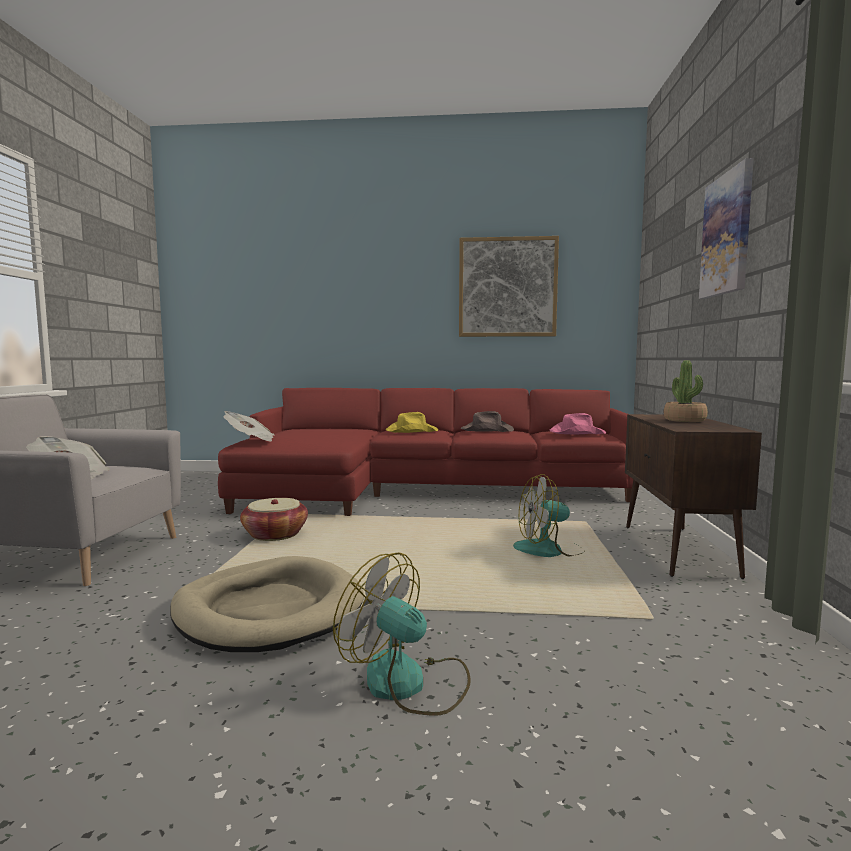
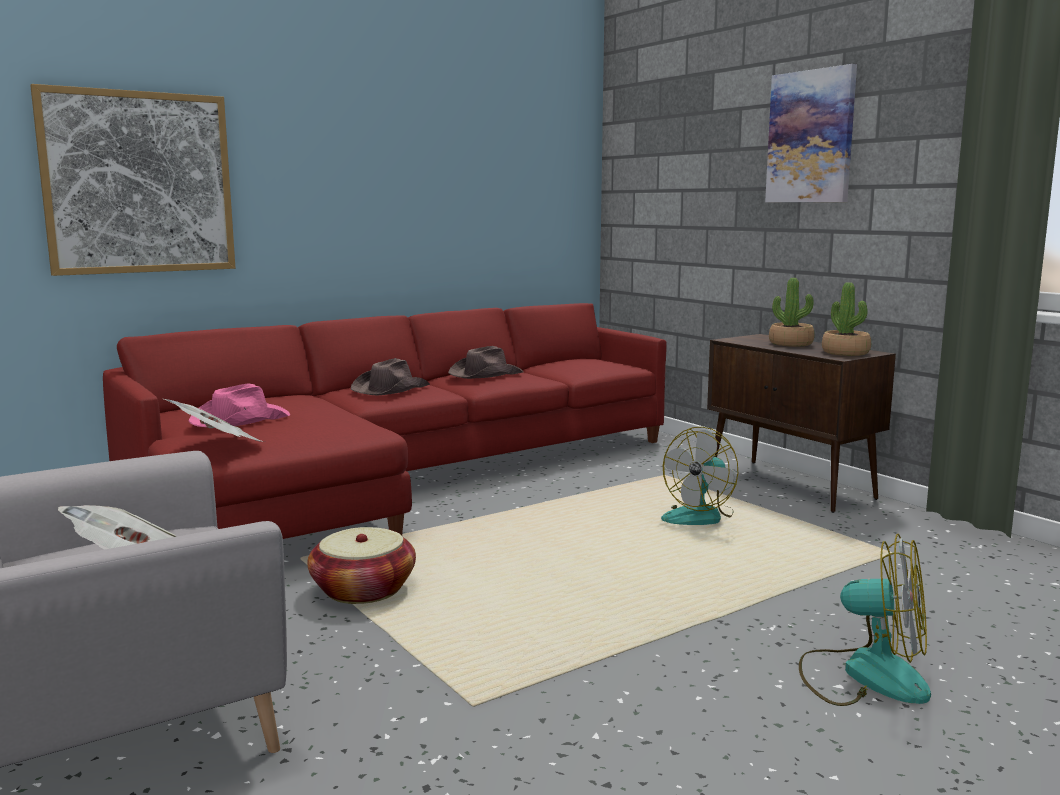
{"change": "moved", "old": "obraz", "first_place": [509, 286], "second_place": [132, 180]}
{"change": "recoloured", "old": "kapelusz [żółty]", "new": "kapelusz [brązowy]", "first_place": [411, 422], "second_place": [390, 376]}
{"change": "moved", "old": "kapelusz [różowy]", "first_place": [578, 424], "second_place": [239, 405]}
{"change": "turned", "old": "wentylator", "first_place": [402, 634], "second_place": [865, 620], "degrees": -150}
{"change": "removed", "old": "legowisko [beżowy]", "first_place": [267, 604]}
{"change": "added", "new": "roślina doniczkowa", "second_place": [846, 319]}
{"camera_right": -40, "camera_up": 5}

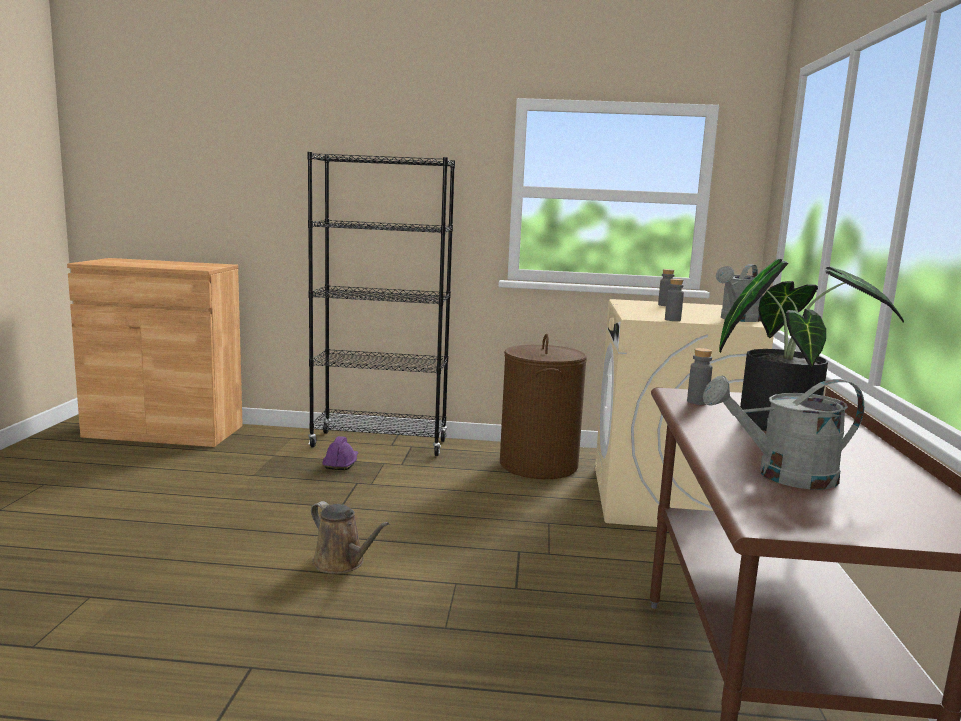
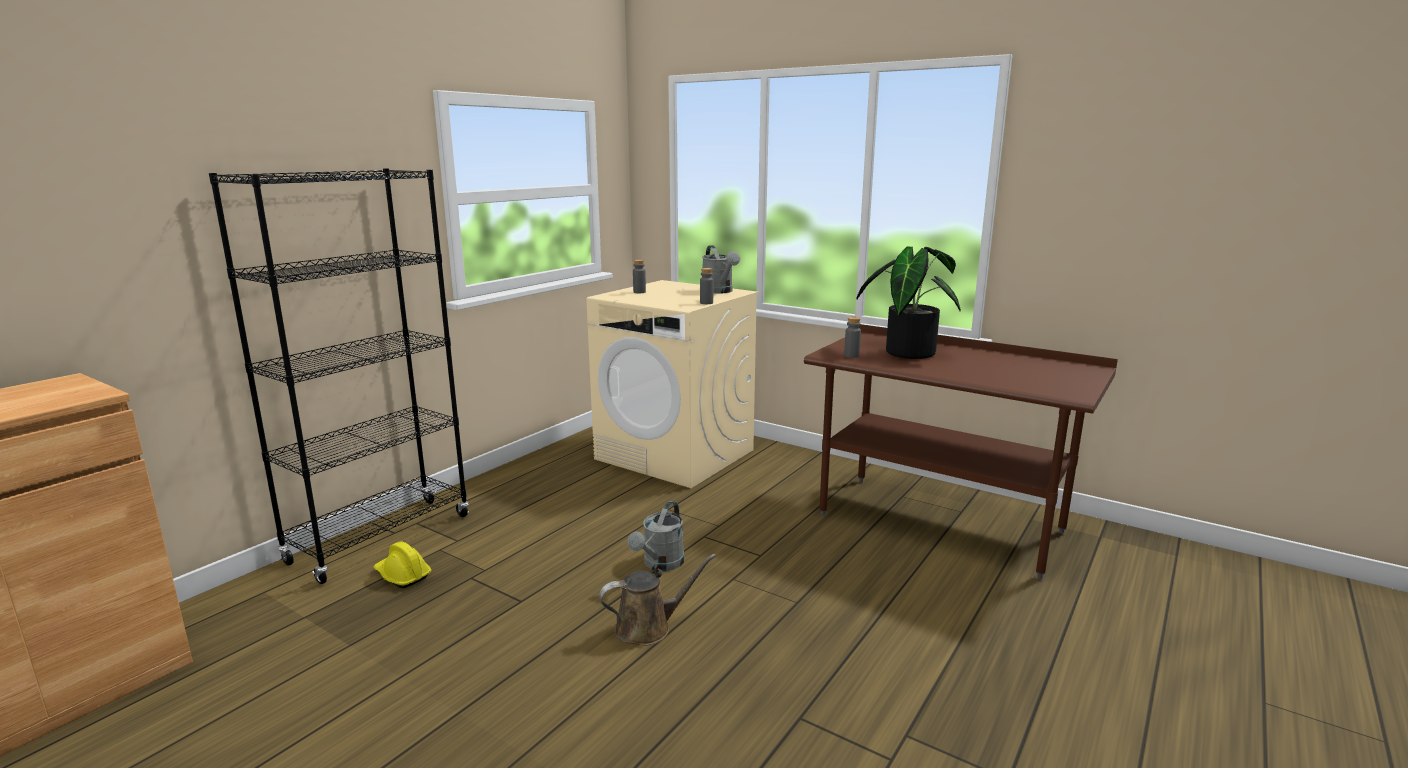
{"change": "removed", "old": "kosz na pranie [brązowy]", "first_place": [543, 406]}
{"change": "moved", "old": "konewka [szary]", "first_place": [783, 433], "second_place": [656, 536]}
{"change": "recoloured", "old": "kask [fioletowy]", "new": "kask [żółty]", "first_place": [340, 453], "second_place": [403, 565]}
{"camera_right": -60, "camera_up": 5}

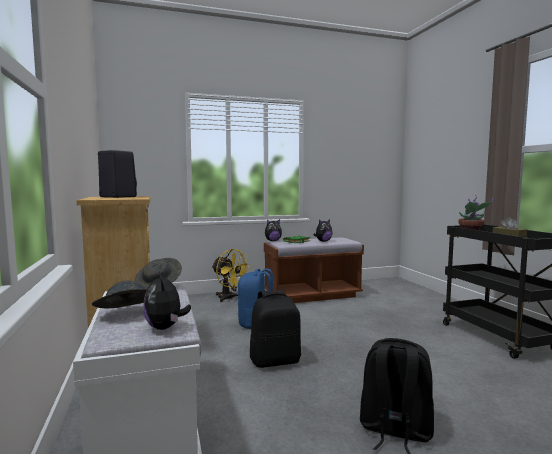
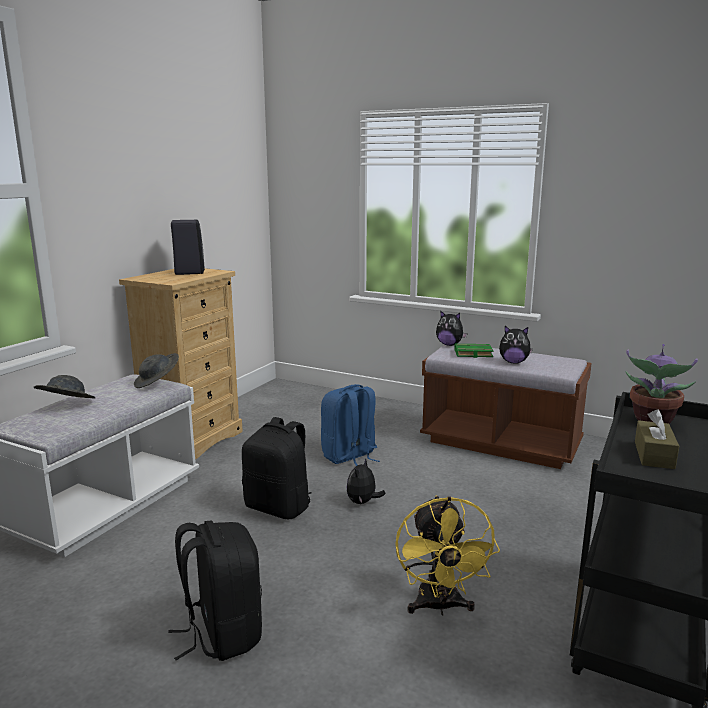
{"change": "moved", "old": "wentylator [żółty]", "first_place": [231, 275], "second_place": [447, 556]}
{"change": "moved", "old": "pluszak", "first_place": [167, 301], "second_place": [366, 481]}
{"camera_right": 45, "camera_up": 10}

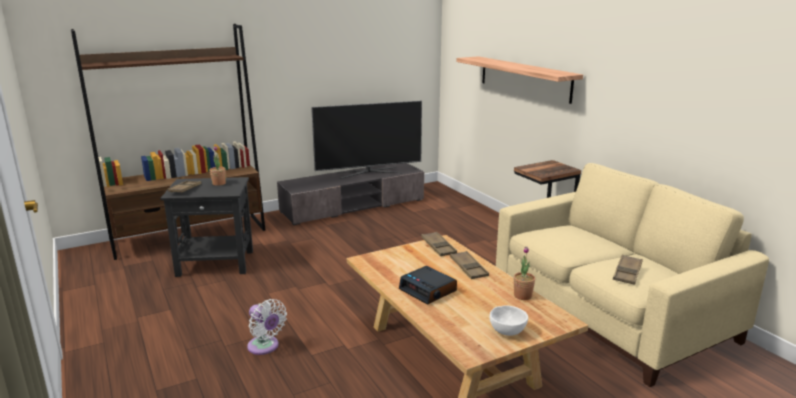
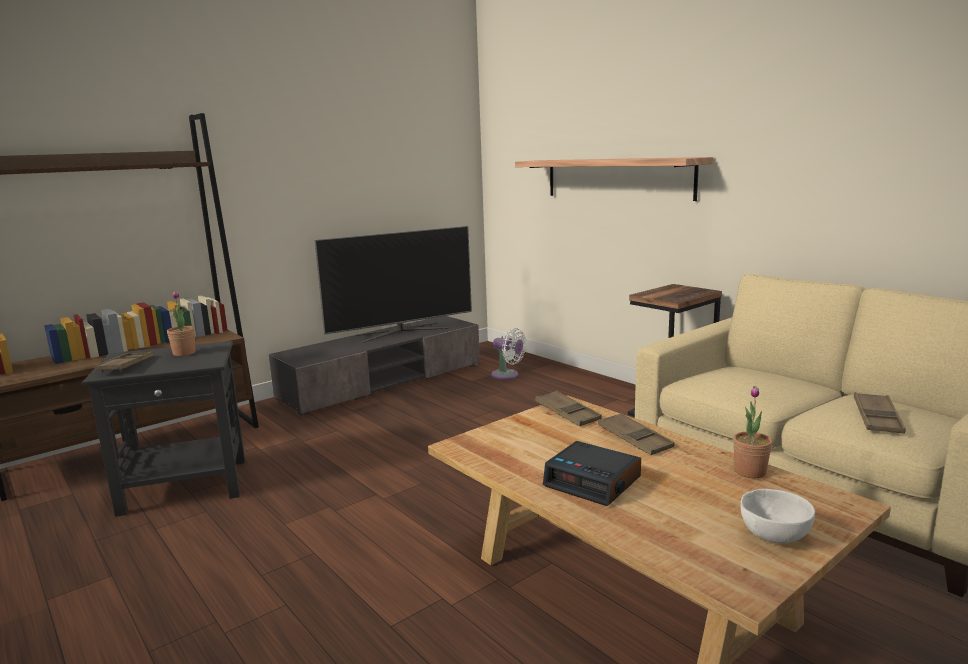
{"change": "moved", "old": "wentylator [biały]", "first_place": [267, 327], "second_place": [508, 354]}
{"camera_right": -10, "camera_up": -5}

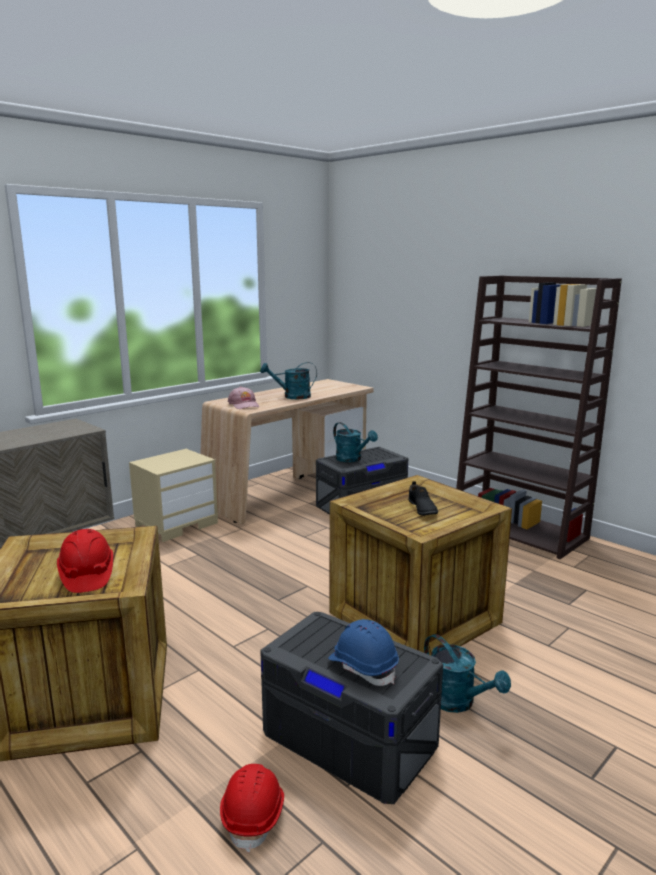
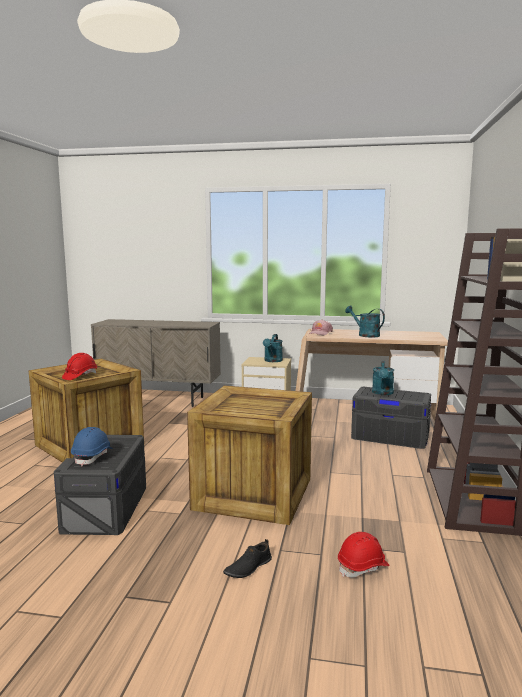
{"change": "moved", "old": "but [czarny]", "first_place": [423, 498], "second_place": [247, 558]}
{"change": "moved", "old": "konewka [turkusowy]", "first_place": [467, 673], "second_place": [273, 348]}
{"change": "moved", "old": "kask [czerwony]", "first_place": [252, 808], "second_place": [363, 555]}
{"camera_right": 55, "camera_up": -5}

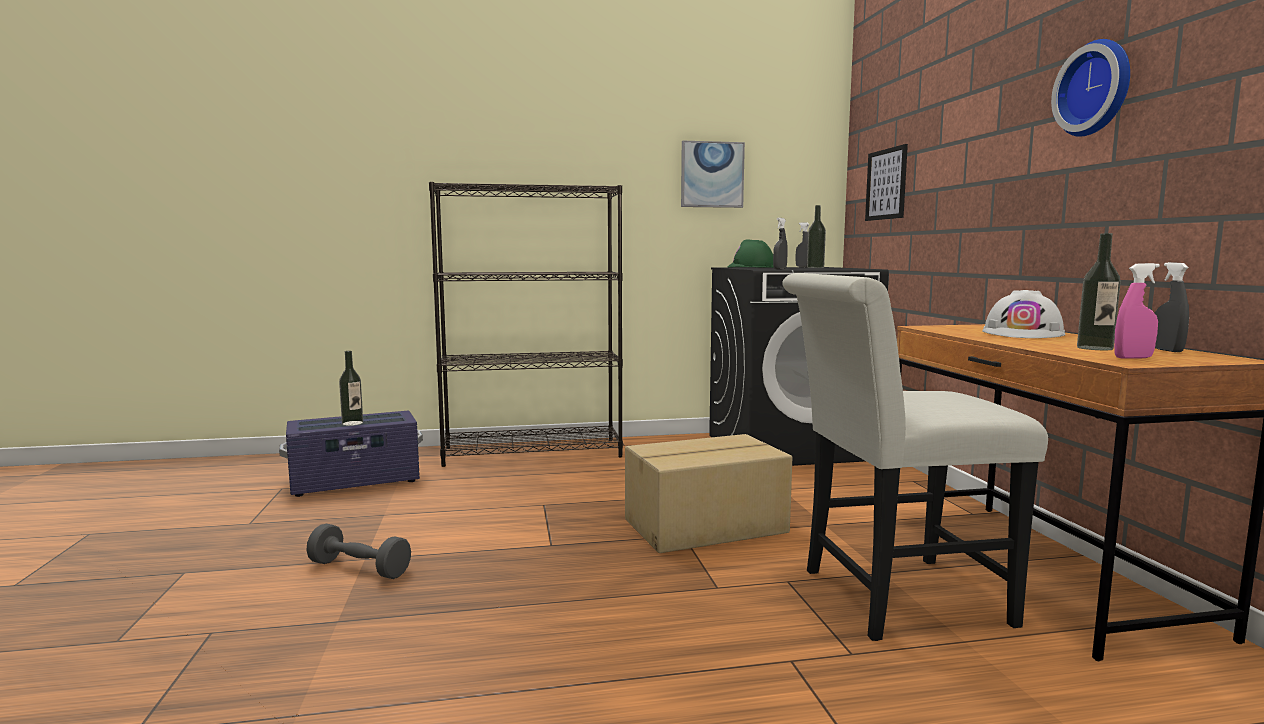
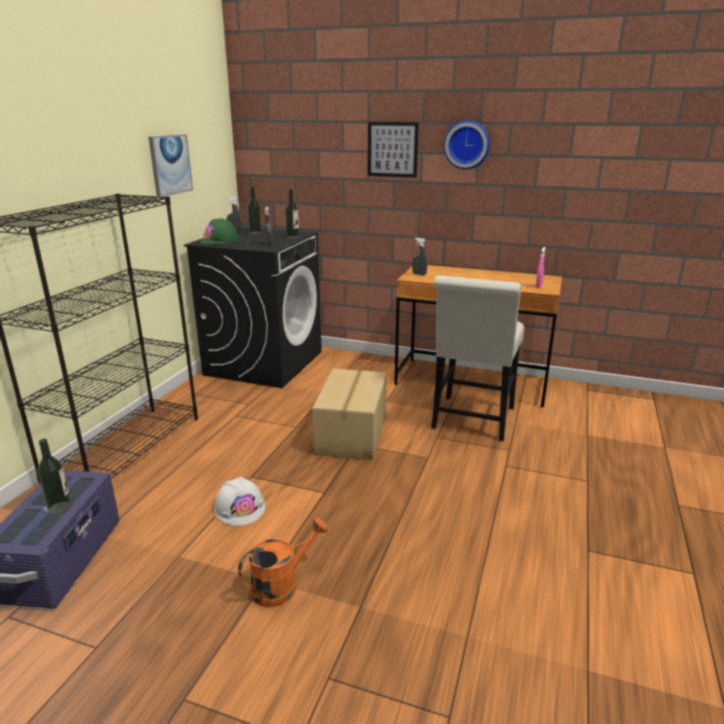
{"change": "moved", "old": "obraz", "first_place": [886, 182], "second_place": [393, 150]}
{"change": "moved", "old": "butelka", "first_place": [1099, 291], "second_place": [292, 214]}
{"change": "moved", "old": "spryskiwacz [szary]", "first_place": [1172, 307], "second_place": [420, 256]}
{"change": "moved", "old": "kask [biały]", "first_place": [1023, 314], "second_place": [240, 501]}
{"change": "replaced", "old": "hantel [szary]", "new": "konewka [pomarańczowy]", "first_place": [358, 551], "second_place": [283, 562]}
{"camera_right": -60, "camera_up": 15}

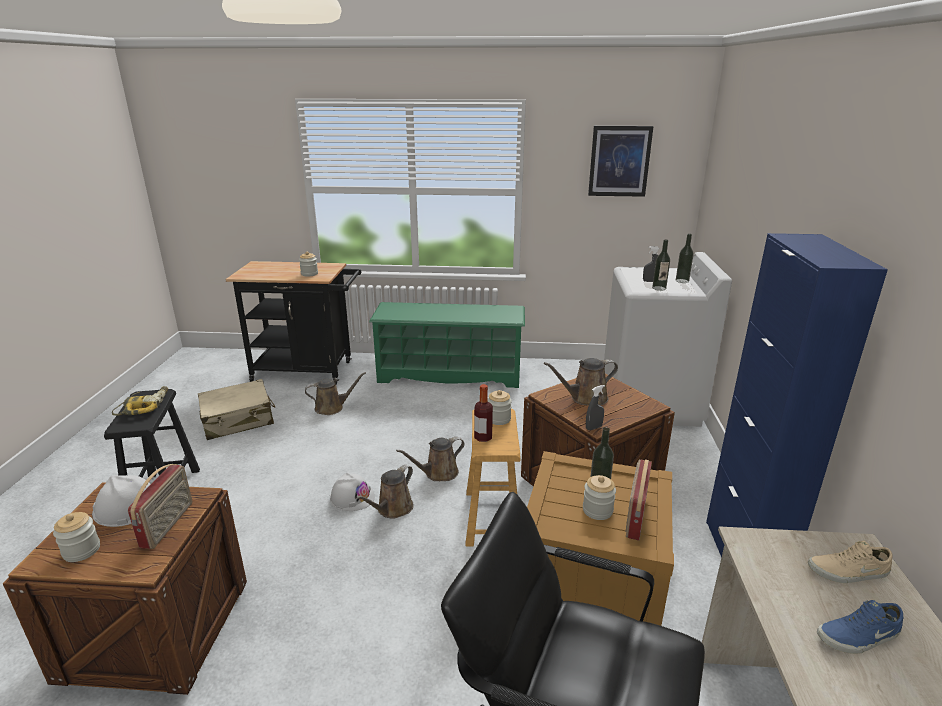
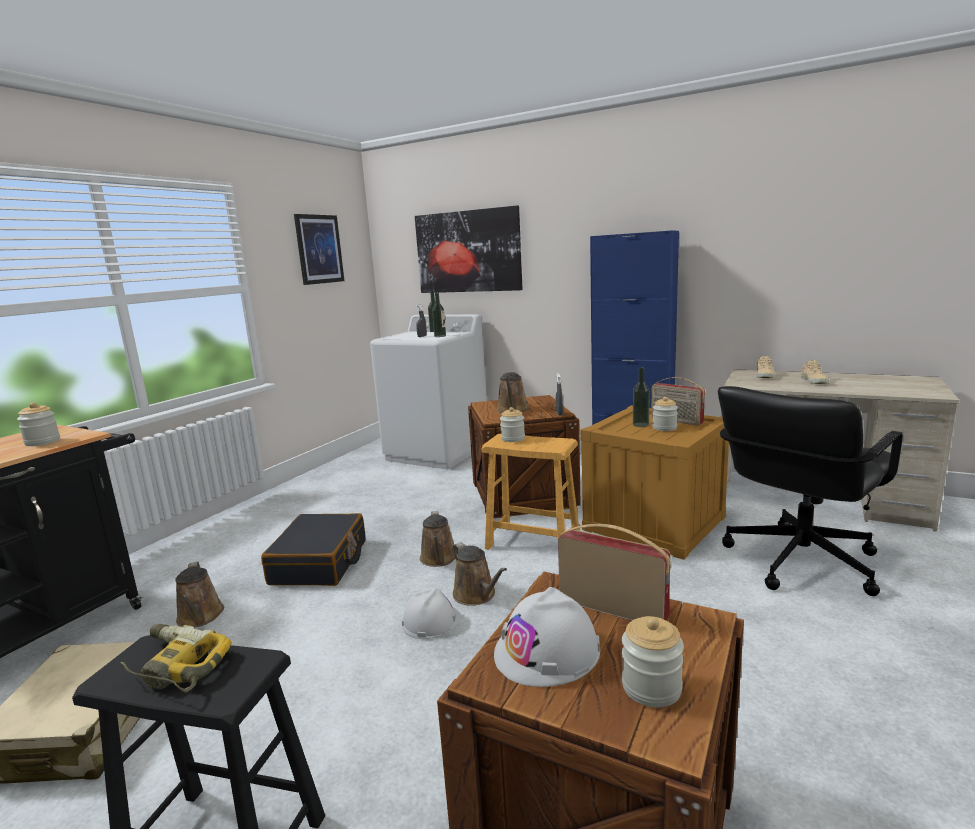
{"change": "removed", "old": "regał na buty [zielony]", "first_place": [447, 345]}
{"change": "turned", "old": "konewka [brązowy]", "first_place": [335, 393], "second_place": [199, 594], "degrees": 150}
{"change": "removed", "old": "butelka", "first_place": [483, 413]}
{"change": "recoloured", "old": "but [niebieski]", "new": "but [beżowy]", "first_place": [860, 627], "second_place": [815, 372]}
{"change": "added", "new": "obraz", "second_place": [469, 249]}
{"change": "added", "new": "walizka [czarny]", "second_place": [313, 549]}
{"camera_right": -65, "camera_up": -10}

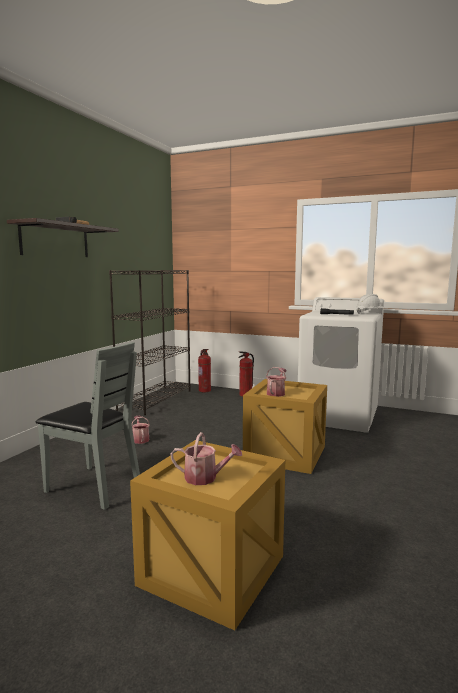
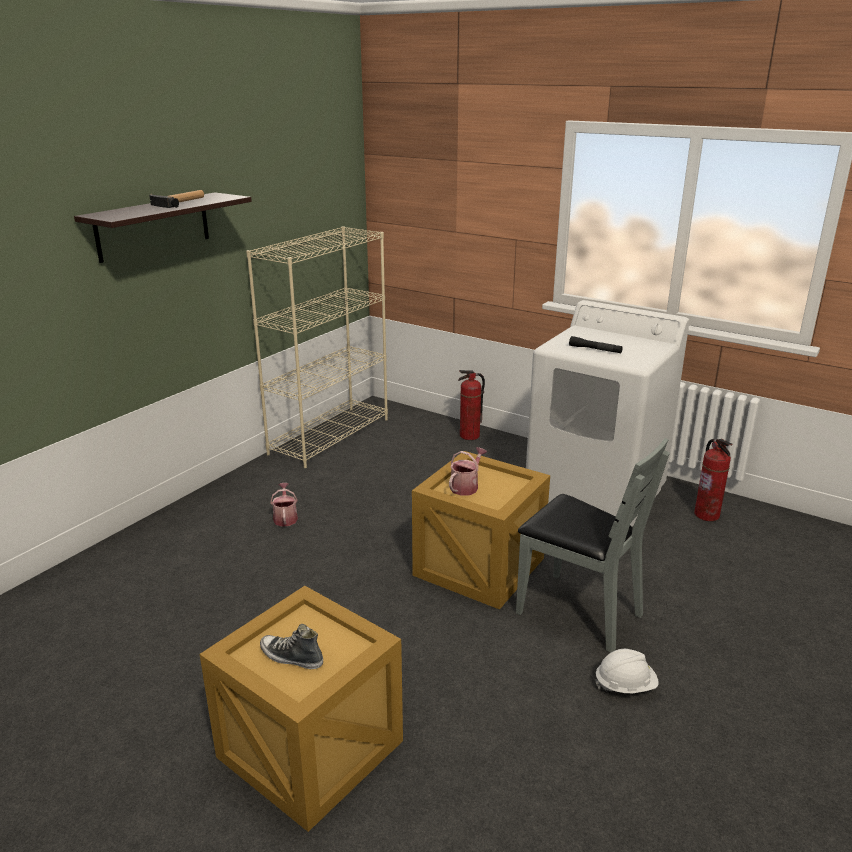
{"change": "recoloured", "old": "regał [czarny]", "new": "regał [beżowy]", "first_place": [150, 342], "second_place": [317, 347]}
{"change": "moved", "old": "kask [biały]", "first_place": [371, 304], "second_place": [627, 671]}
{"change": "moved", "old": "krzesło [szary]", "first_place": [88, 426], "second_place": [593, 545]}
{"change": "moved", "old": "gaśnica", "first_place": [204, 371], "second_place": [713, 480]}
{"change": "replaced", "old": "konewka", "new": "but", "first_place": [206, 458], "second_place": [291, 646]}
{"camera_right": 10, "camera_up": 15}

